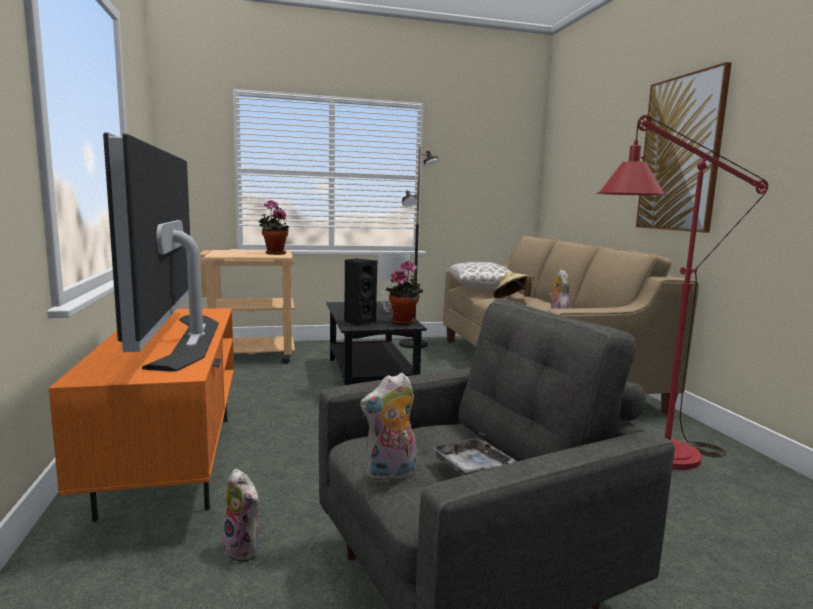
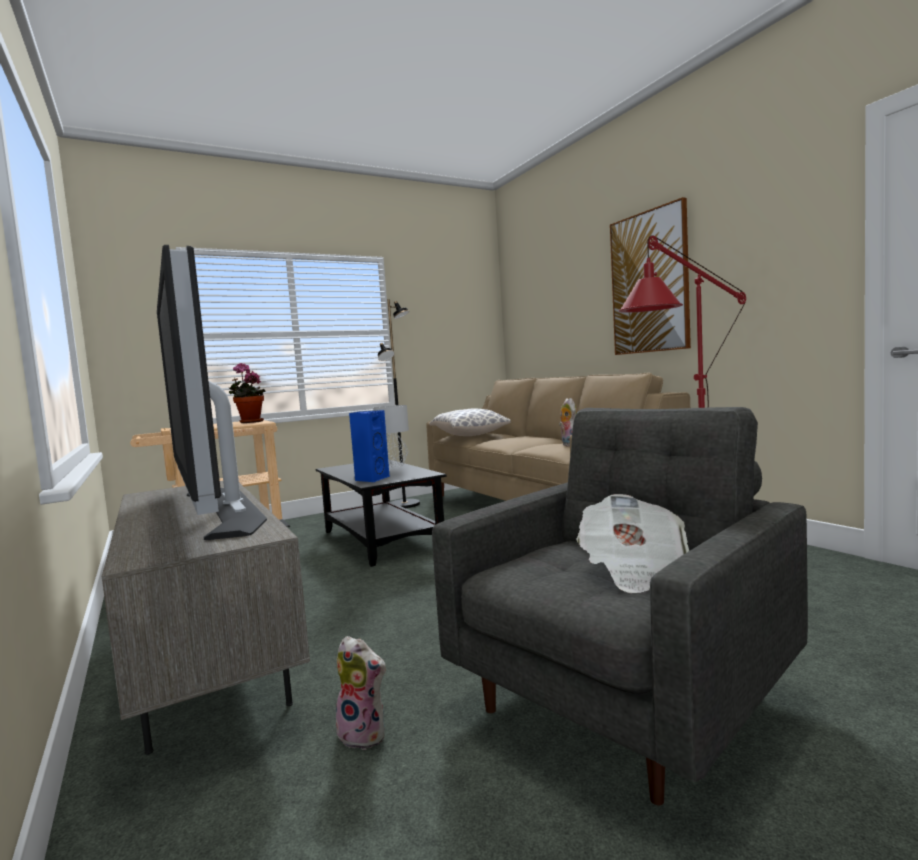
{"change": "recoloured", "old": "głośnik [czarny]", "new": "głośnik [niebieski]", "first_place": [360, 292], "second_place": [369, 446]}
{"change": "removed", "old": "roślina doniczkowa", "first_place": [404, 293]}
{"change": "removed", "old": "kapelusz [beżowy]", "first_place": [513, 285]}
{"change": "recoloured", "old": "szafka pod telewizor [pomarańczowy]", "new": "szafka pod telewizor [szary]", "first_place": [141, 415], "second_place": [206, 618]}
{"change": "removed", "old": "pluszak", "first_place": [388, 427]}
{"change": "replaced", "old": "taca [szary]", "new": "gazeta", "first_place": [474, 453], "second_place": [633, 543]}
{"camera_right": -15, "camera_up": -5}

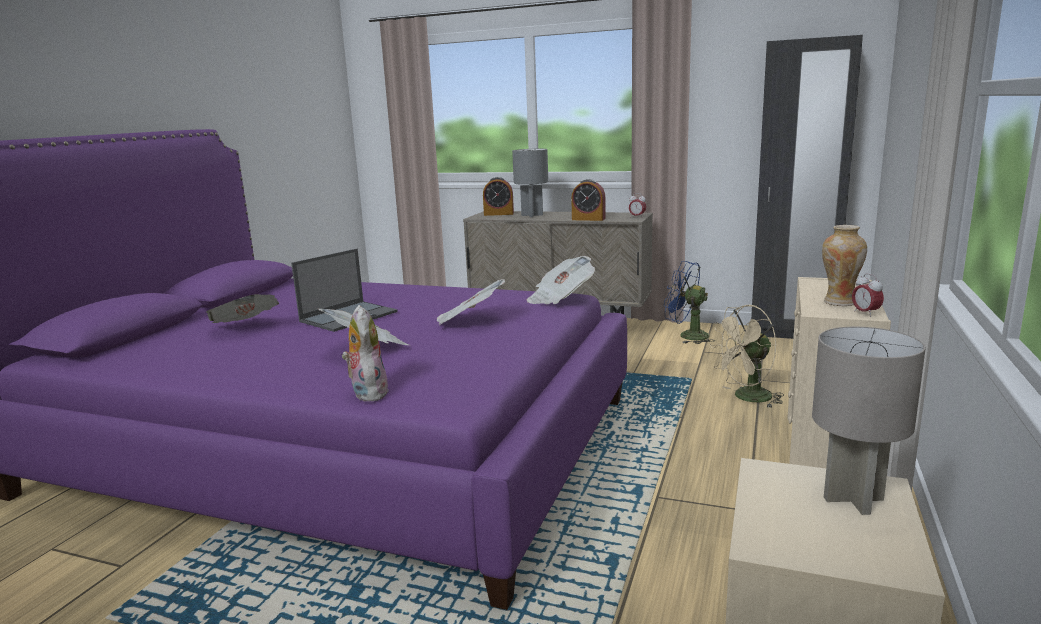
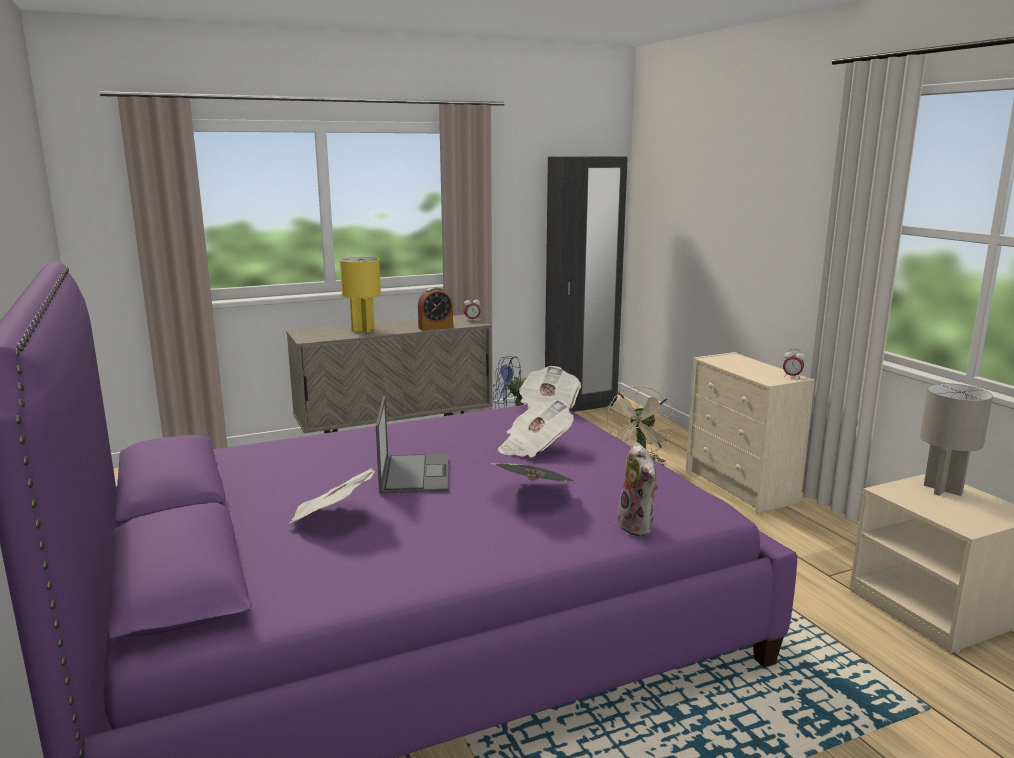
{"change": "recoloured", "old": "lampa stołowa [szary]", "new": "lampa stołowa [żółty]", "first_place": [530, 183], "second_place": [360, 294]}
{"change": "removed", "old": "budzik", "first_place": [498, 196]}
{"change": "removed", "old": "wazon", "first_place": [844, 265]}
{"change": "turned", "old": "pluszak", "first_place": [365, 353], "second_place": [637, 489], "degrees": -135}
{"camera_right": -45, "camera_up": 0}

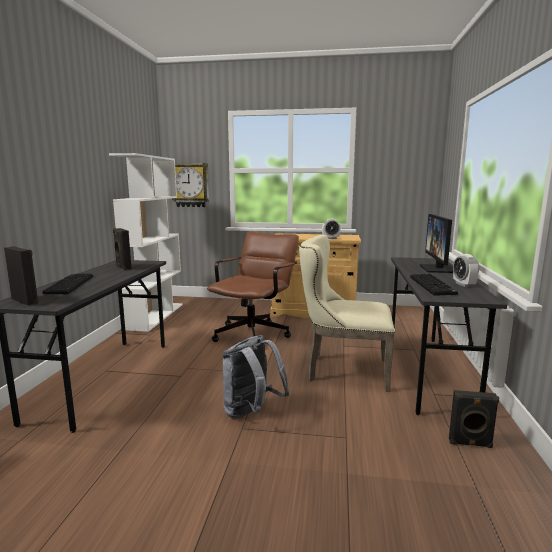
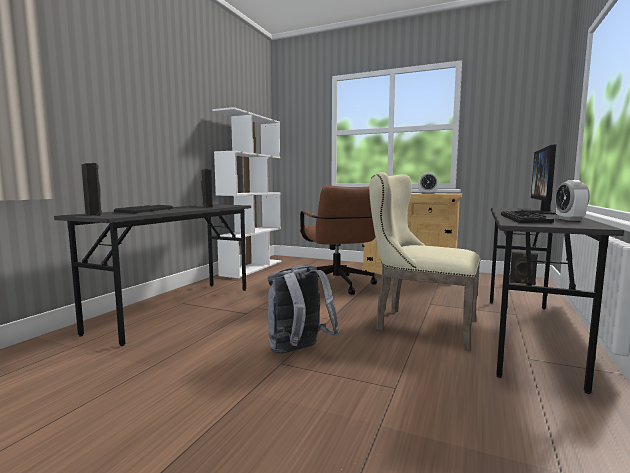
{"change": "removed", "old": "zegar ścienny", "first_place": [190, 185]}
{"change": "turned", "old": "krzesło biurowe [brązowy]", "first_place": [253, 287], "second_place": [338, 240], "degrees": 120}
{"change": "moved", "old": "głośnik [czarny]", "first_place": [474, 419], "second_place": [524, 268]}
{"camera_right": 15, "camera_up": -5}

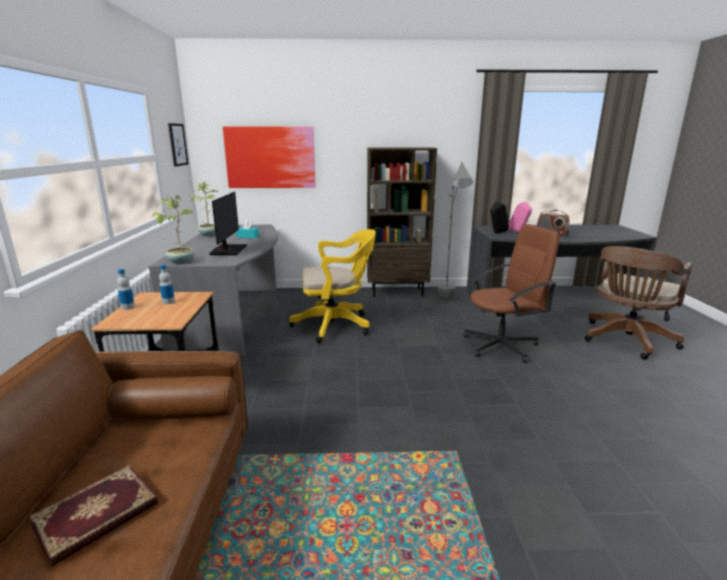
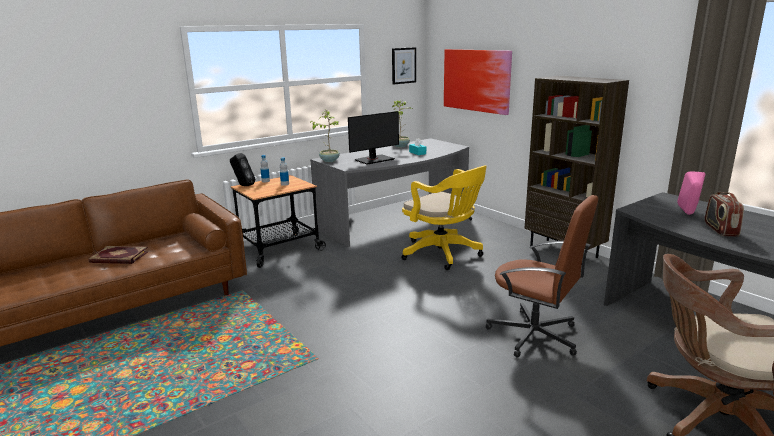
{"change": "removed", "old": "lampa stojąca [szary]", "first_place": [455, 231]}
{"change": "moved", "old": "głośnik [czarny]", "first_place": [499, 217], "second_place": [242, 169]}
{"camera_right": 55, "camera_up": 0}

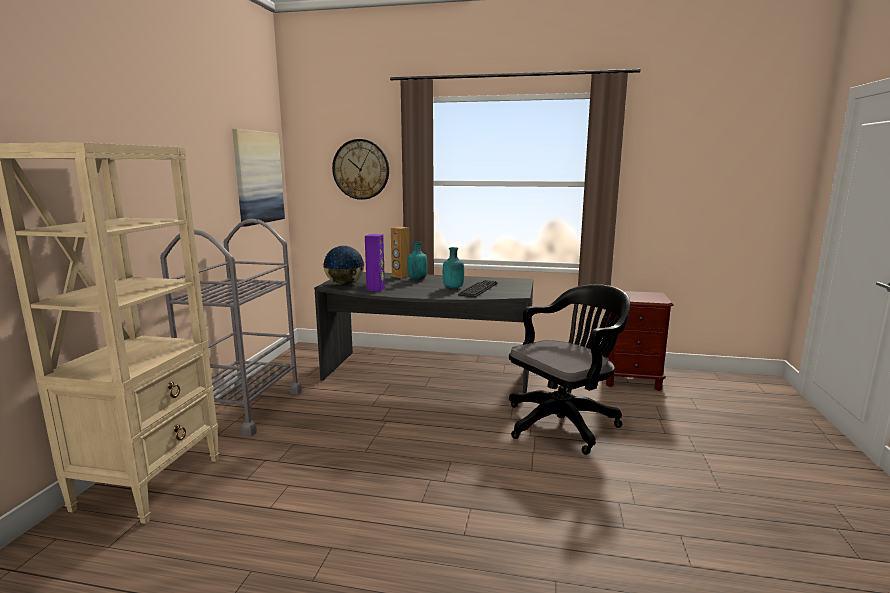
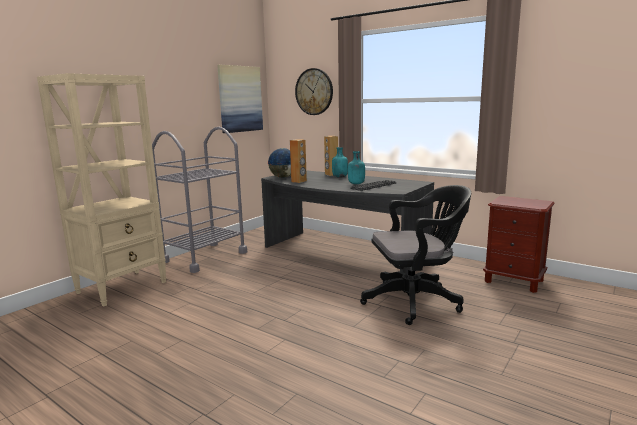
{"change": "recoloured", "old": "głośnik [fioletowy]", "new": "głośnik [brązowy]", "first_place": [375, 263], "second_place": [298, 161]}
{"camera_right": 25, "camera_up": 0}

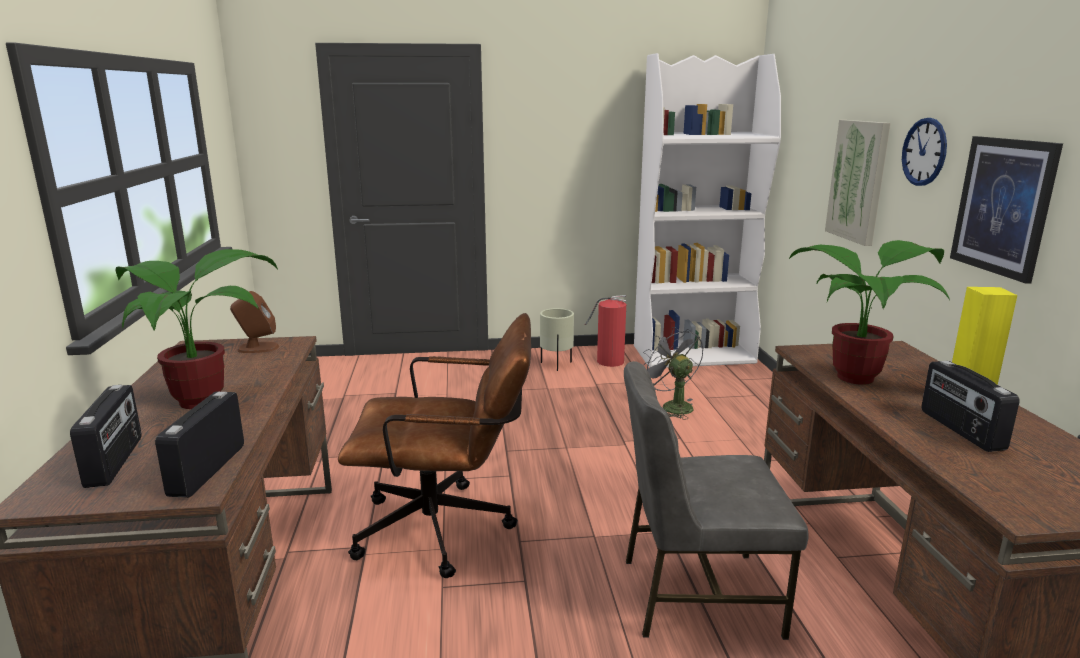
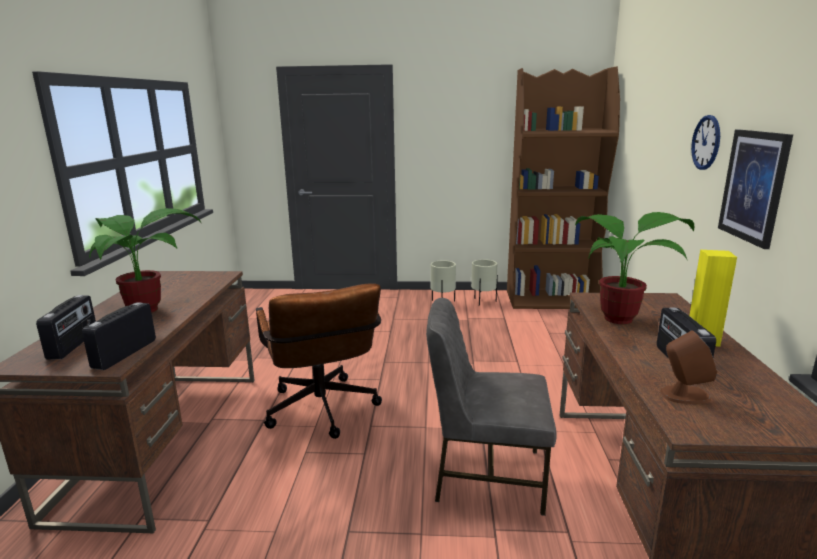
{"change": "recoloured", "old": "regał [biały]", "new": "regał [brązowy]", "first_place": [707, 210], "second_place": [563, 187]}
{"change": "removed", "old": "obraz", "first_place": [857, 183]}
{"change": "moved", "old": "głośnik [brązowy]", "first_place": [254, 322], "second_place": [688, 367]}
{"change": "replaced", "old": "gaśnica", "new": "donica [beżowy]", "first_place": [605, 331], "second_place": [484, 282]}
{"change": "turned", "old": "krzesło biurowe [brązowy]", "first_place": [434, 445], "second_place": [319, 361], "degrees": 60}
{"change": "removed", "old": "wentylator [szary]", "first_place": [673, 373]}
{"camera_right": 10, "camera_up": 0}

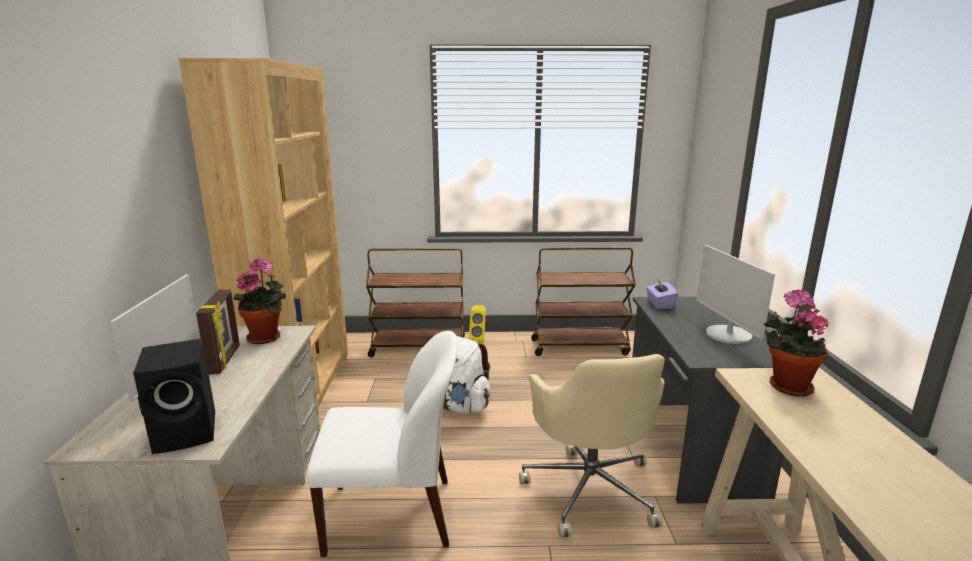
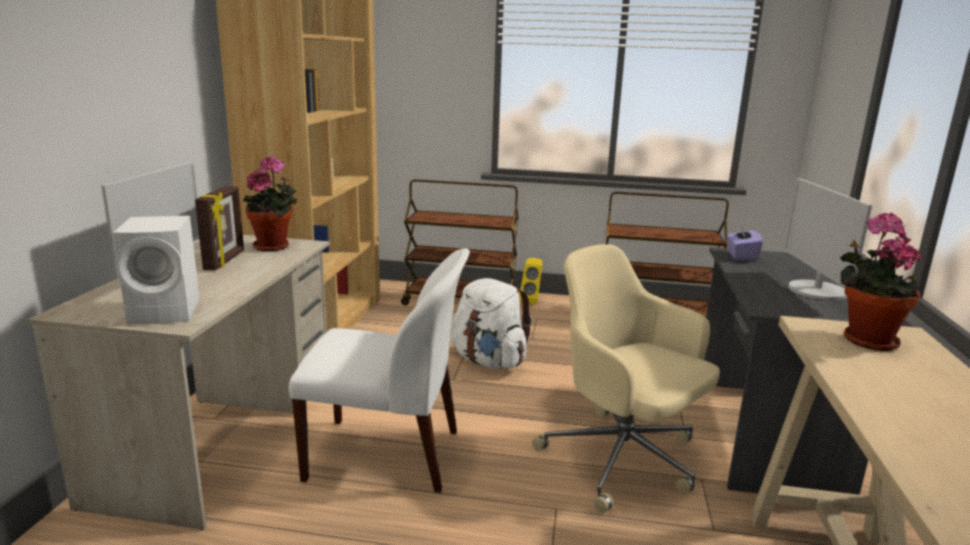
{"change": "recoloured", "old": "głośnik [czarny]", "new": "głośnik [biały]", "first_place": [174, 396], "second_place": [156, 270]}
{"change": "turned", "old": "krzesło biurowe [beżowy]", "first_place": [592, 446], "second_place": [626, 378], "degrees": 135}
{"camera_right": 10, "camera_up": 0}

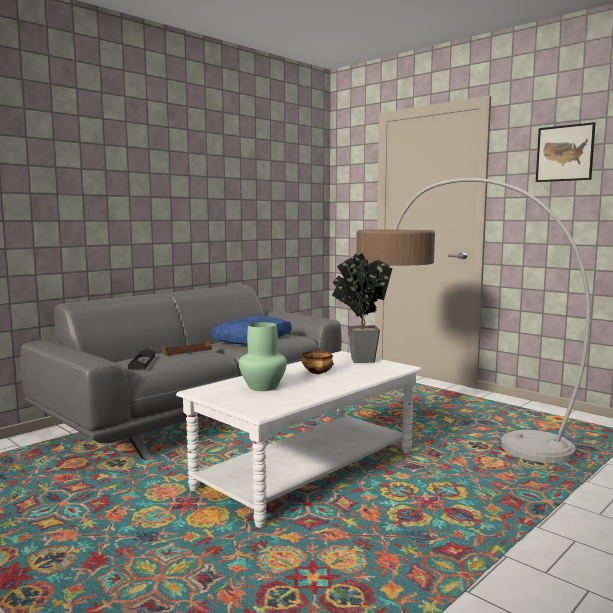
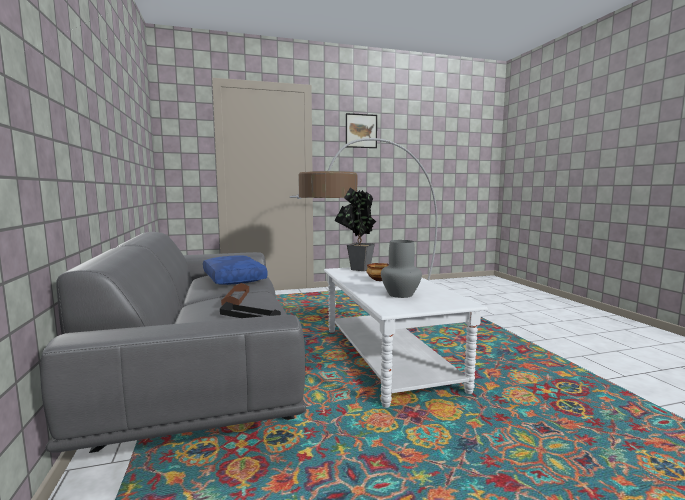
{"change": "recoloured", "old": "wazon [zielony]", "new": "wazon [szary]", "first_place": [263, 356], "second_place": [401, 269]}
{"camera_right": -60, "camera_up": 0}

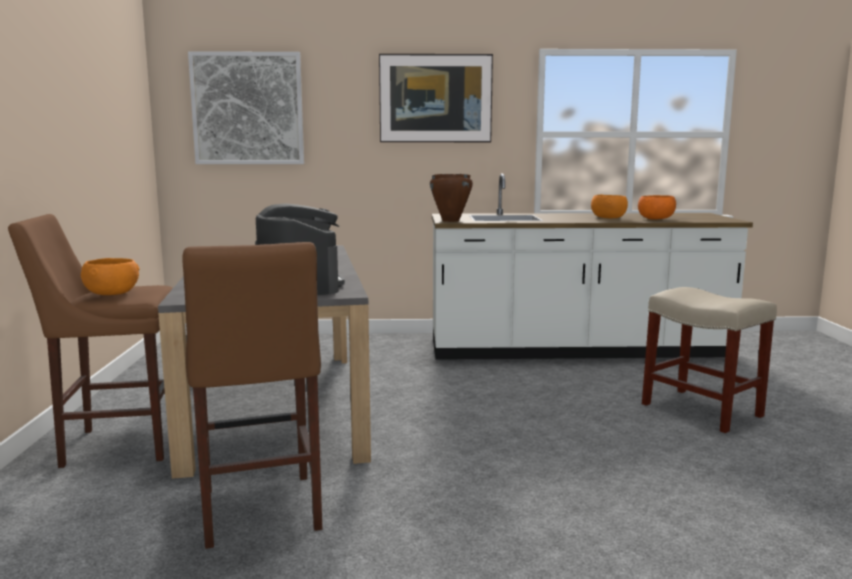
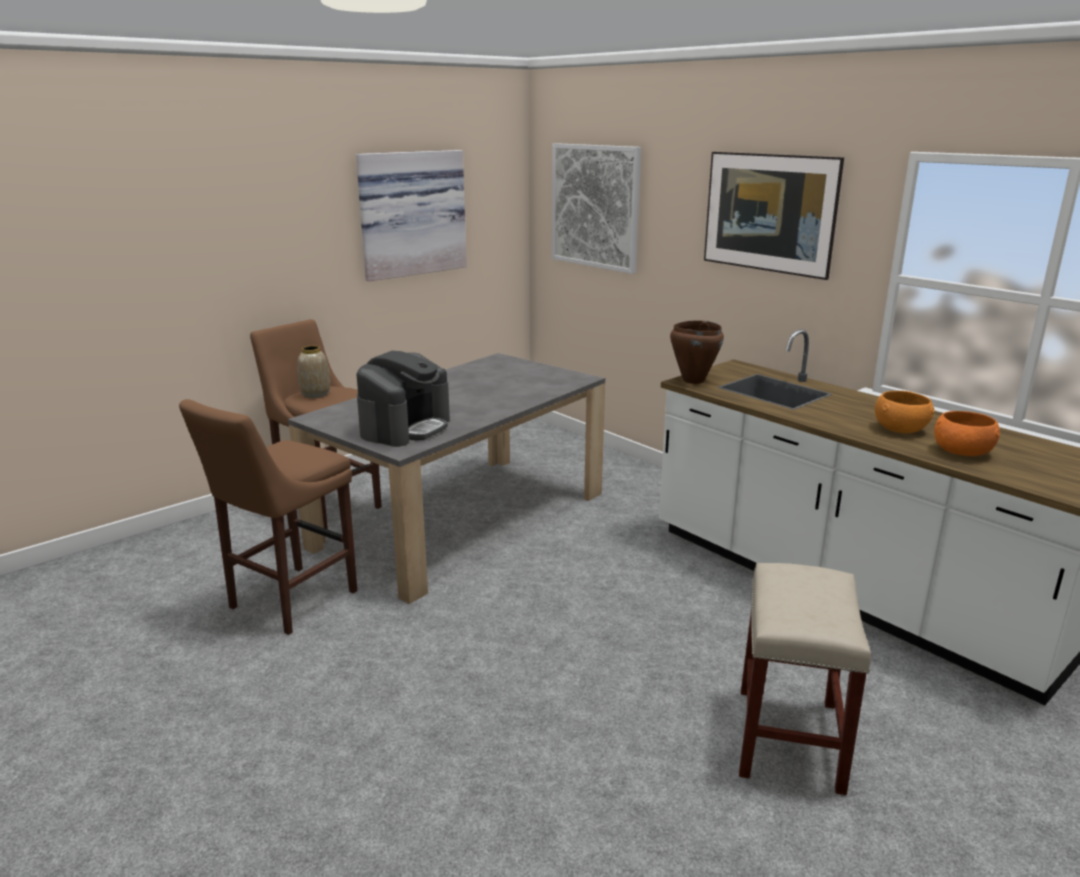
{"change": "replaced", "old": "miska [pomarańczowy]", "new": "wazon", "first_place": [110, 276], "second_place": [313, 372]}
{"change": "added", "new": "obraz", "second_place": [411, 215]}
{"camera_right": 50, "camera_up": 10}

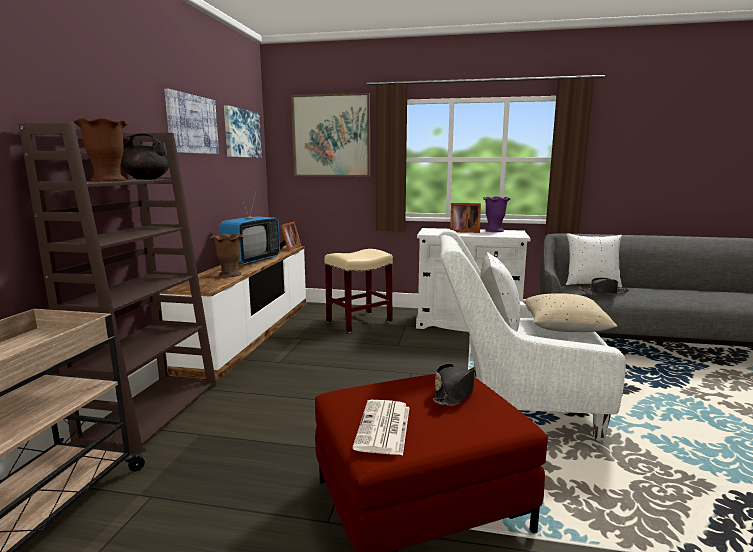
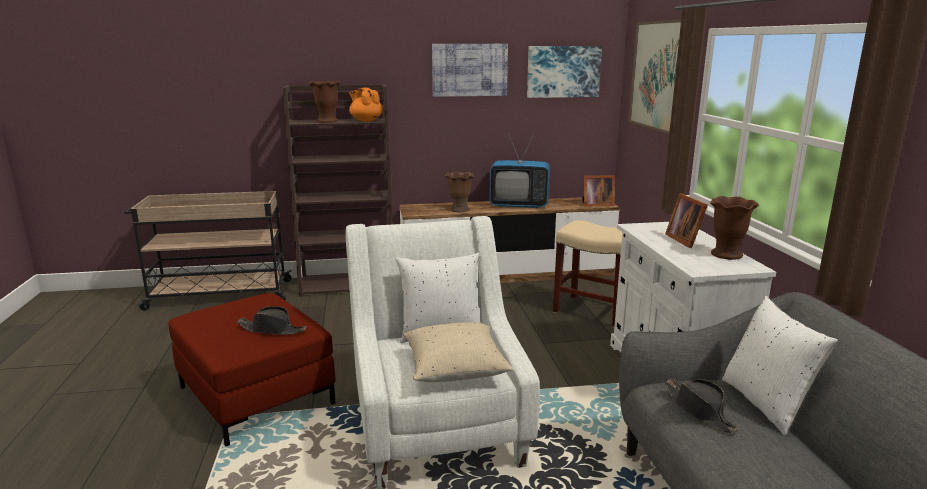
{"change": "recoloured", "old": "imbryk [czarny]", "new": "imbryk [pomarańczowy]", "first_place": [145, 156], "second_place": [366, 105]}
{"change": "recoloured", "old": "wazon [fioletowy]", "new": "wazon [brązowy]", "first_place": [496, 214], "second_place": [734, 228]}
{"change": "removed", "old": "gazeta", "first_place": [381, 427]}
{"camera_right": 70, "camera_up": 5}

